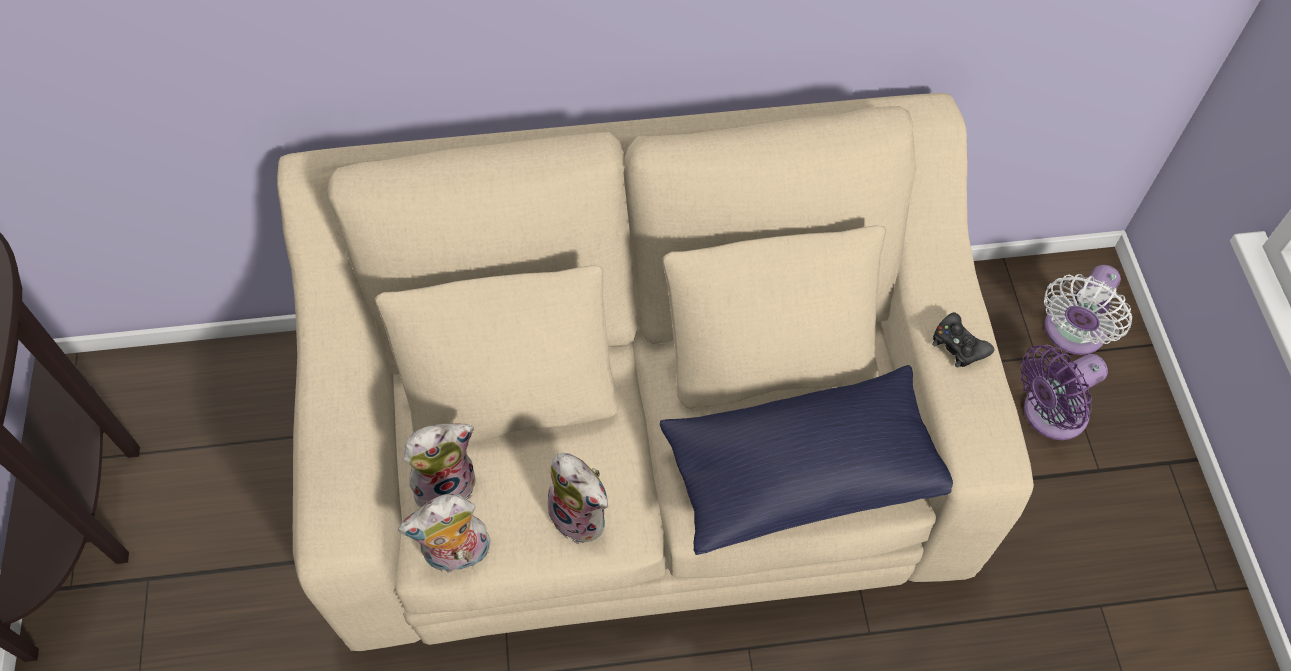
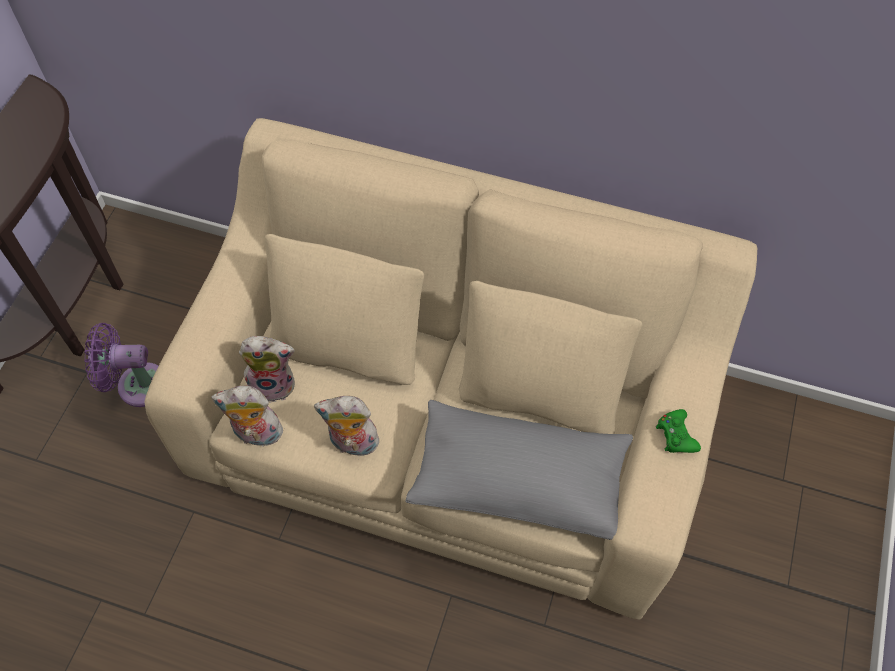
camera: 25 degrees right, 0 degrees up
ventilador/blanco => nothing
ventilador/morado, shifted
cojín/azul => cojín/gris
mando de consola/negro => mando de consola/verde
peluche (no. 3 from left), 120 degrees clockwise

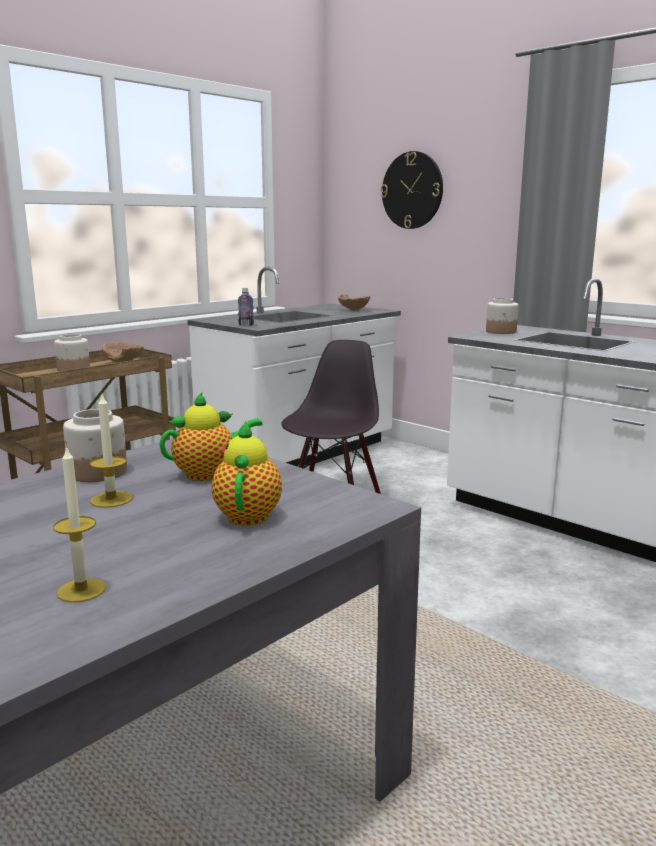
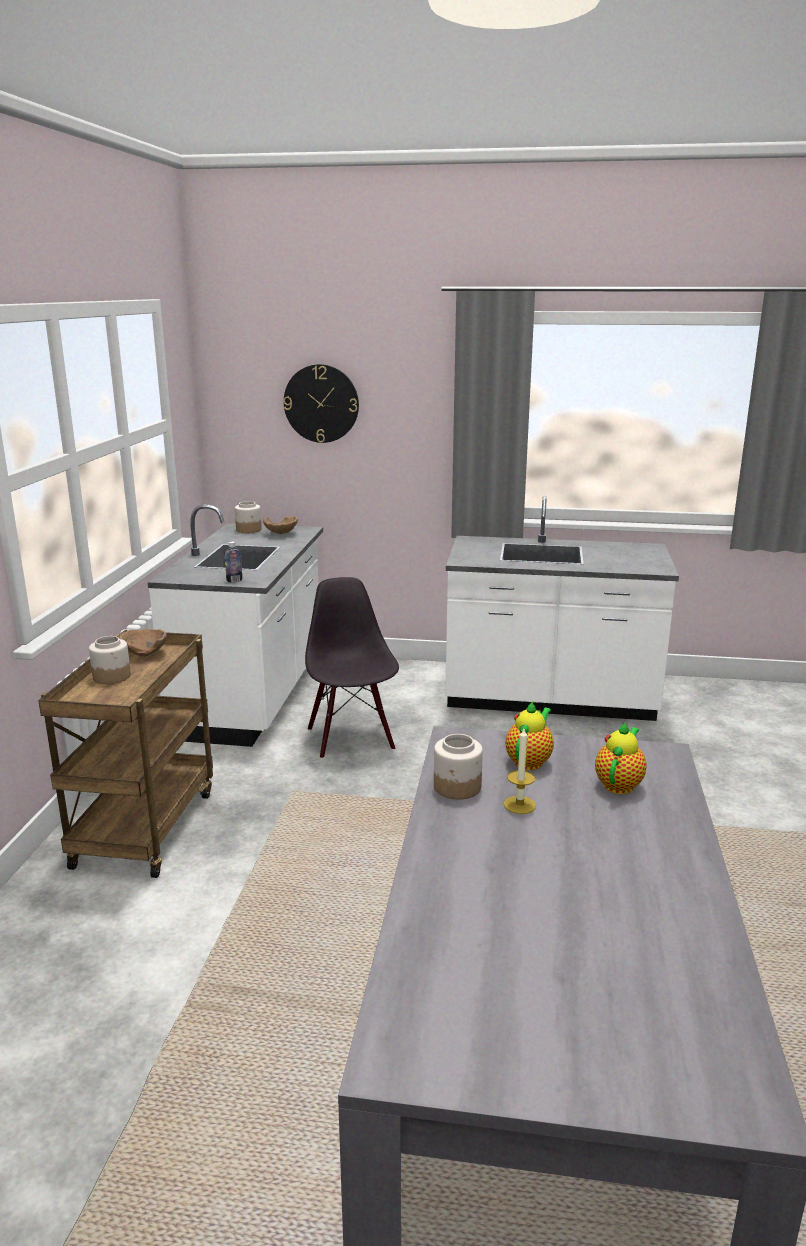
camera: 35 degrees left, 5 degrees up
vela (no. 1 from left) => nothing
tarro (no. 3 from left in the first image) => tarro (no. 2 from left), shifted
tetera (no. 2 from left), 60 degrees clockwise

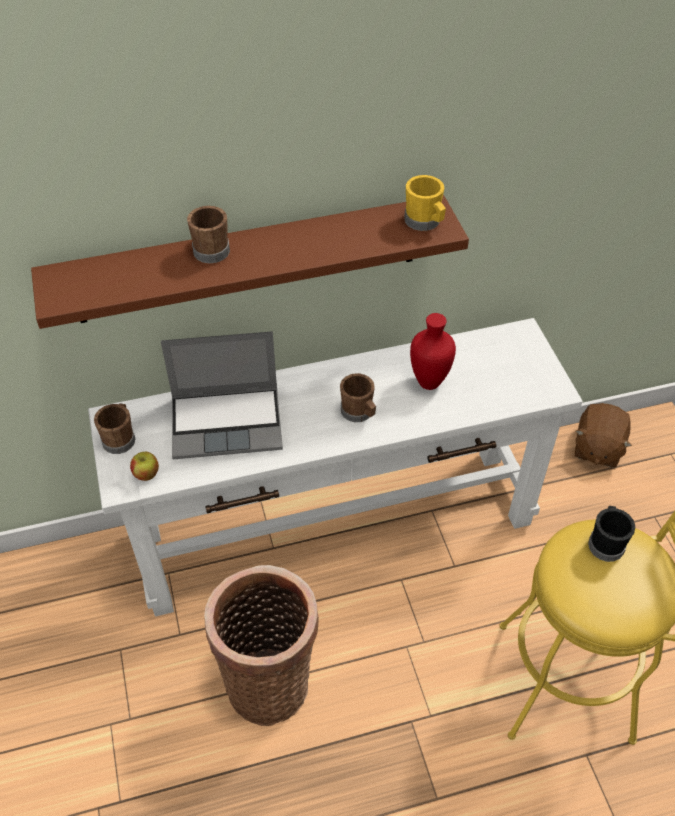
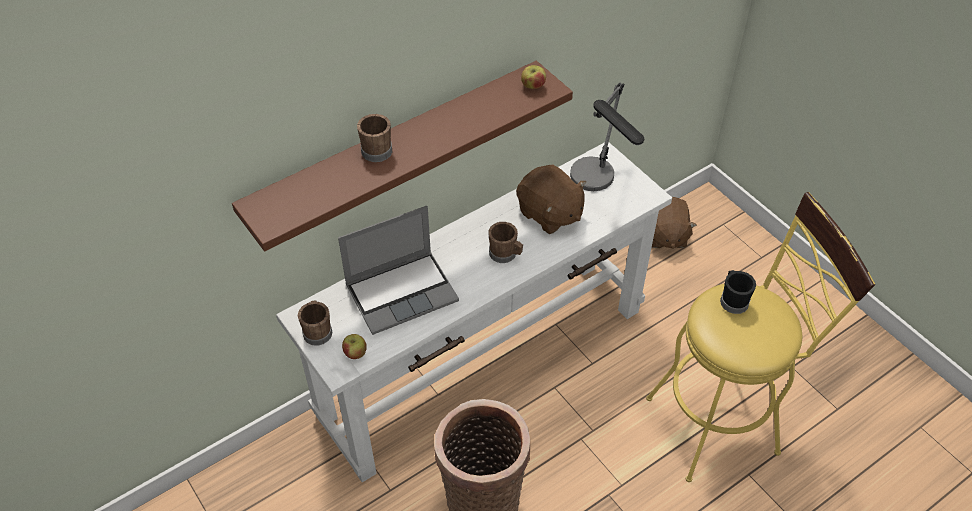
camera: 20 degrees left, 0 degrees up
nothing => lámpara de mesa
taza grande/amarillo => manzana (no. 2 from left)
florero/rojo => peluche/marrón (no. 1 from left)

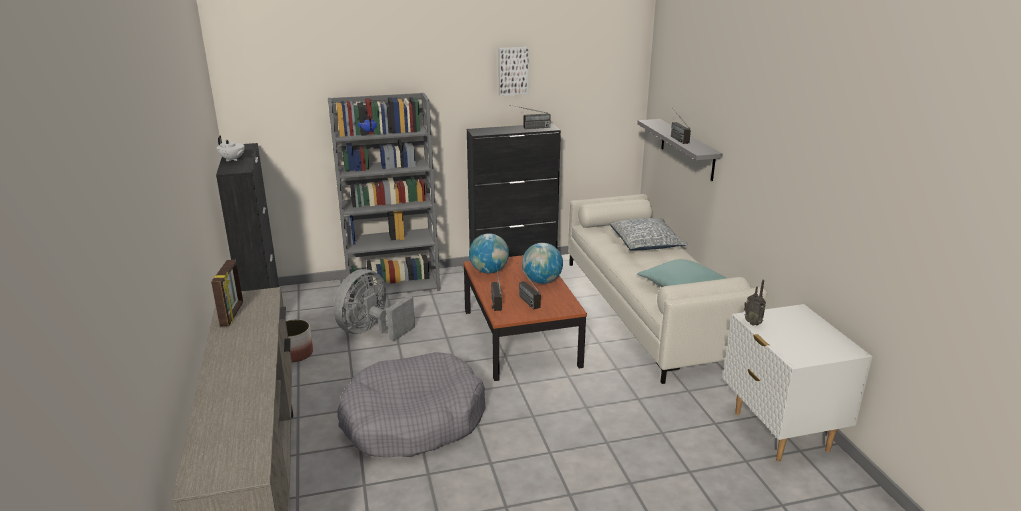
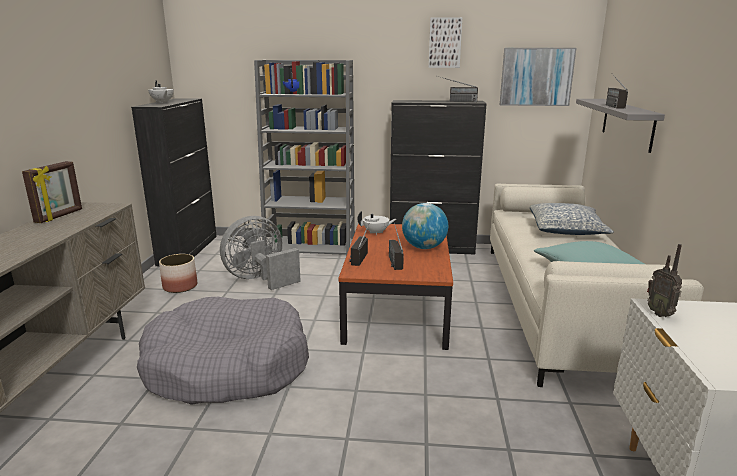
camera: 20 degrees right, 5 degrees down
nothing => cuadro (no. 2 from left)
globo terráqueo (no. 1 from left) => tetera/blanco (no. 2 from left)

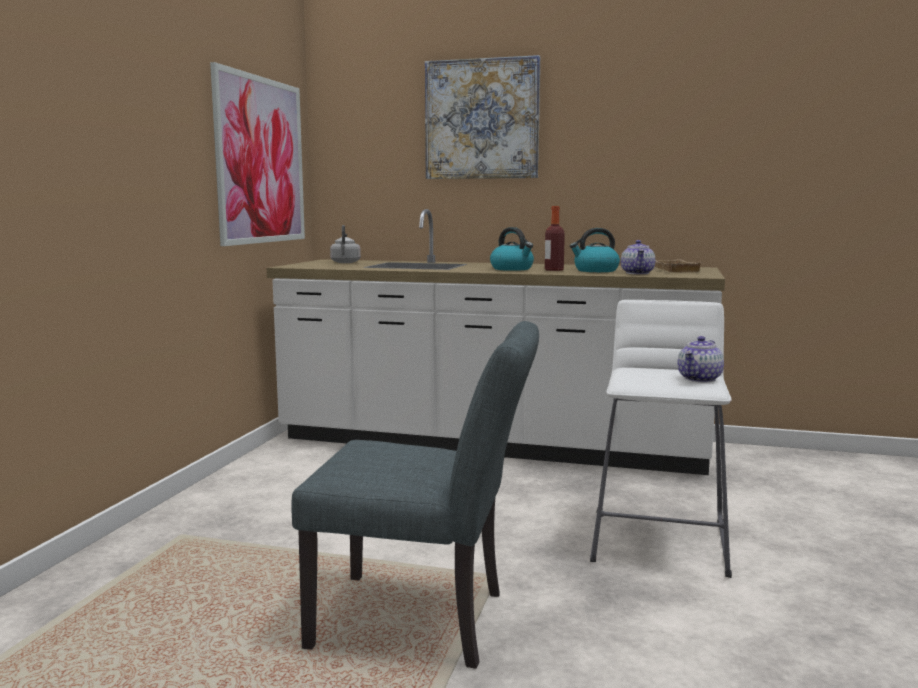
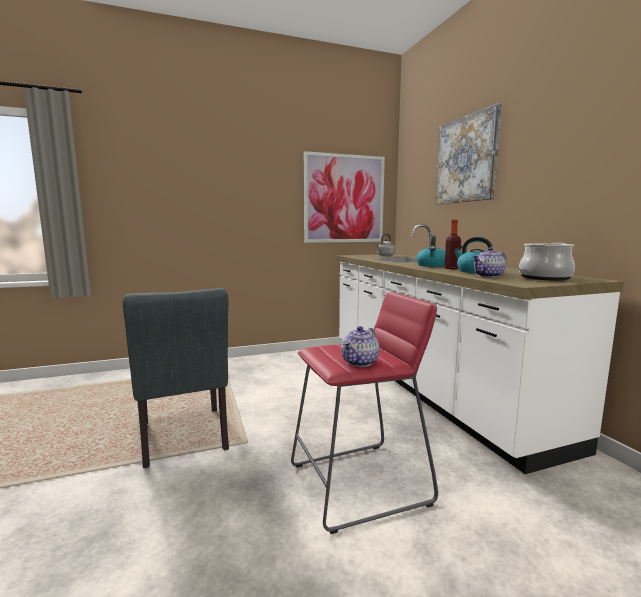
camera: 55 degrees right, 0 degrees up
bandeja/beis => olla
taburete/blanco => taburete/rojo
tetera (no. 2 from left in the first image) => tetera (no. 1 from left), 60 degrees counterclockwise

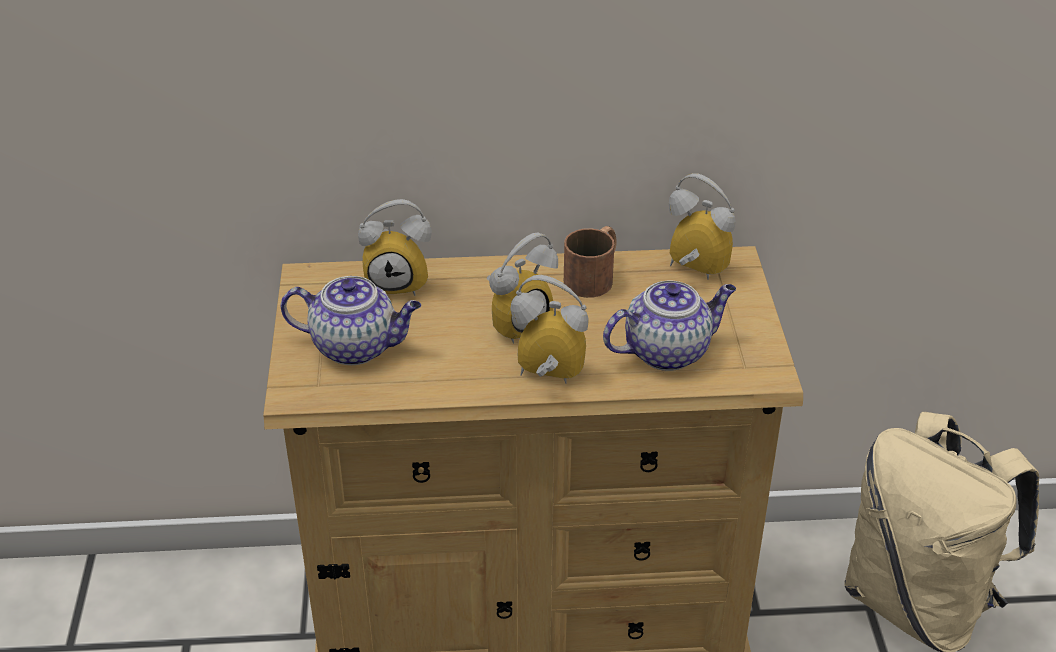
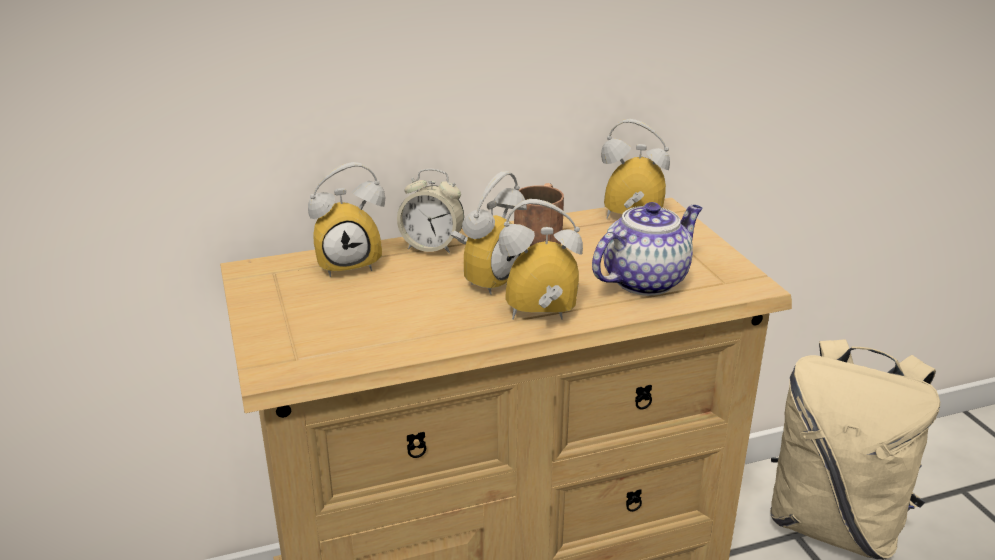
camera: 15 degrees left, 10 degrees down
tetera (no. 1 from left) => nothing
nothing => despertador (no. 2 from left)

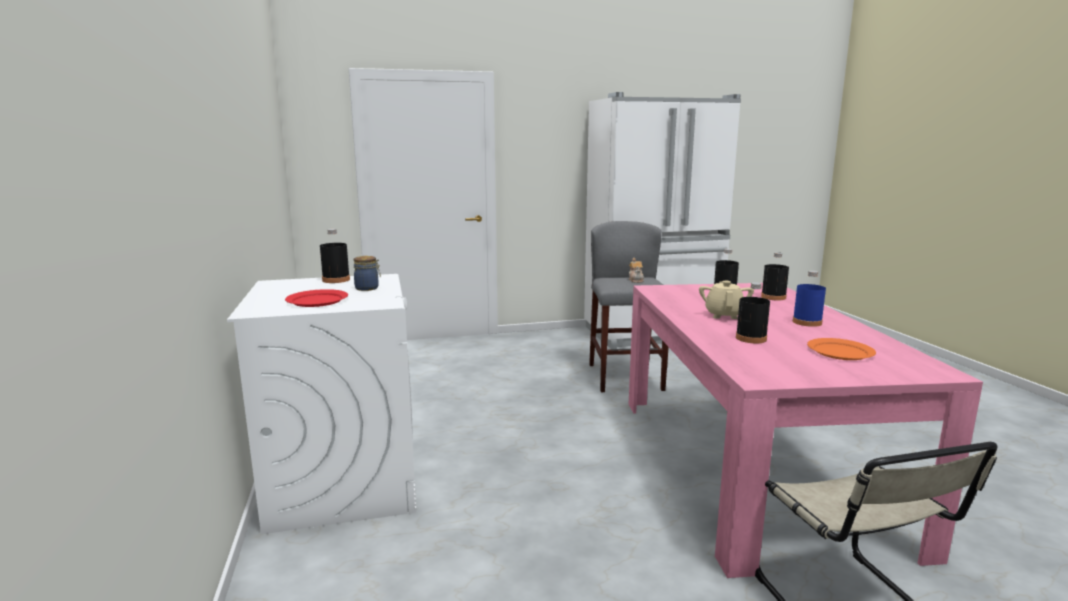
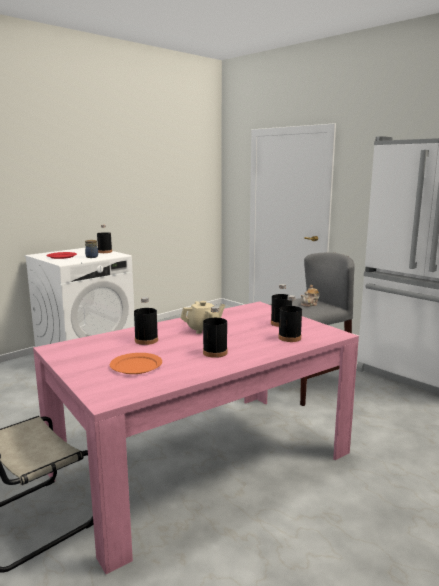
camera: 60 degrees right, 0 degrees up
botella/azul => botella/negro (no. 3 from left)

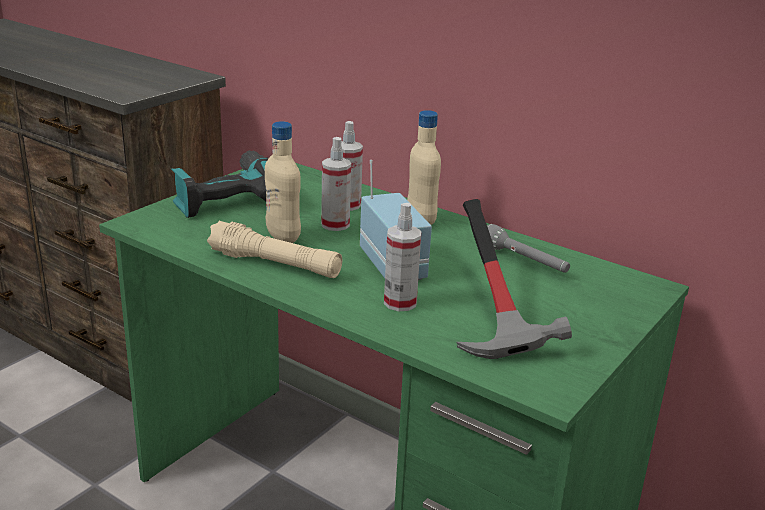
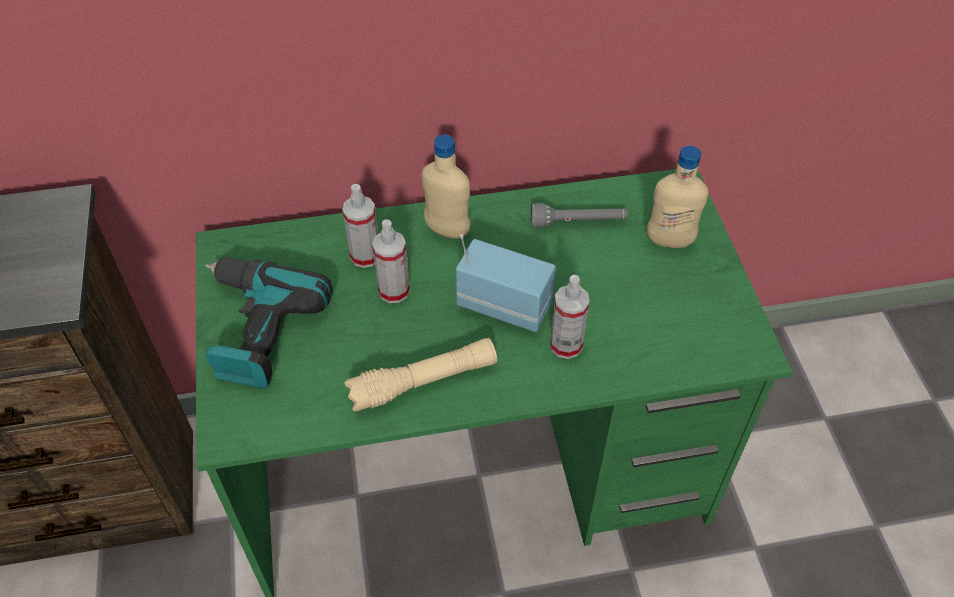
camera: 45 degrees left, 25 degrees up
martillo => nothing
botella/beis (no. 1 from left in the first image) => botella/beis (no. 2 from left), shifted

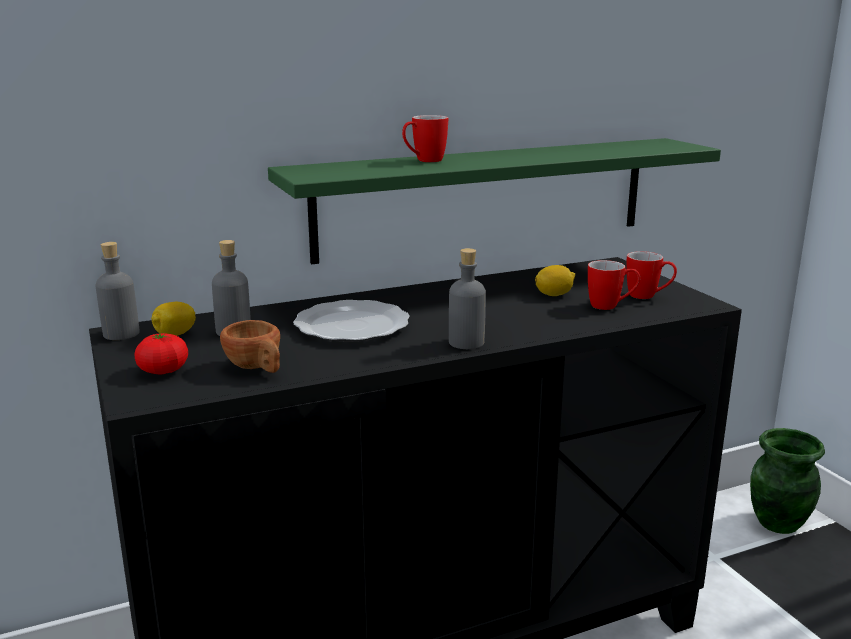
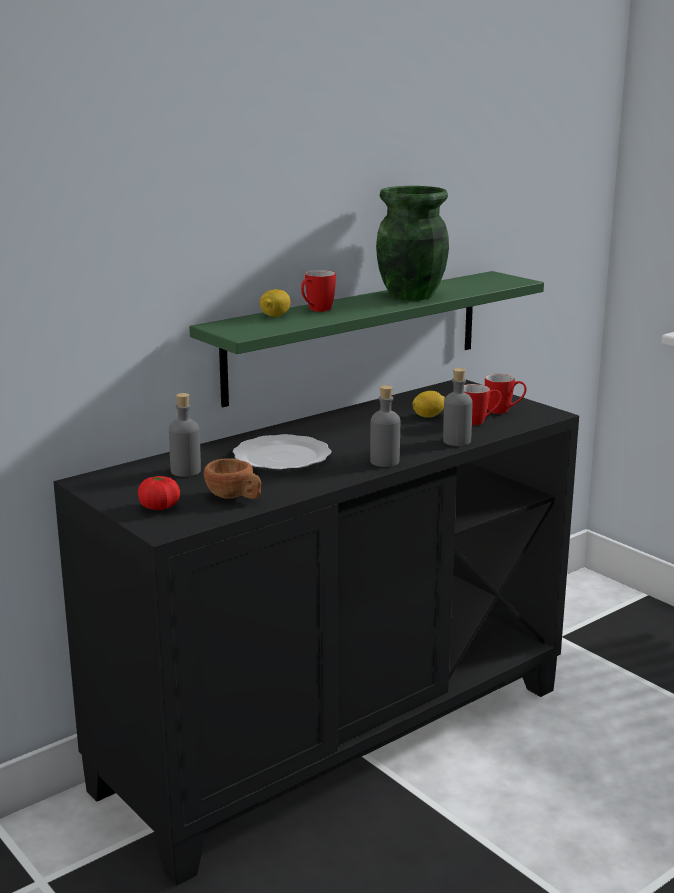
camera: 15 degrees left, 0 degrees up
botella/gris (no. 1 from left in the first image) => botella/gris (no. 3 from left), shifted
limón (no. 1 from left), shifted
florero/verde, shifted

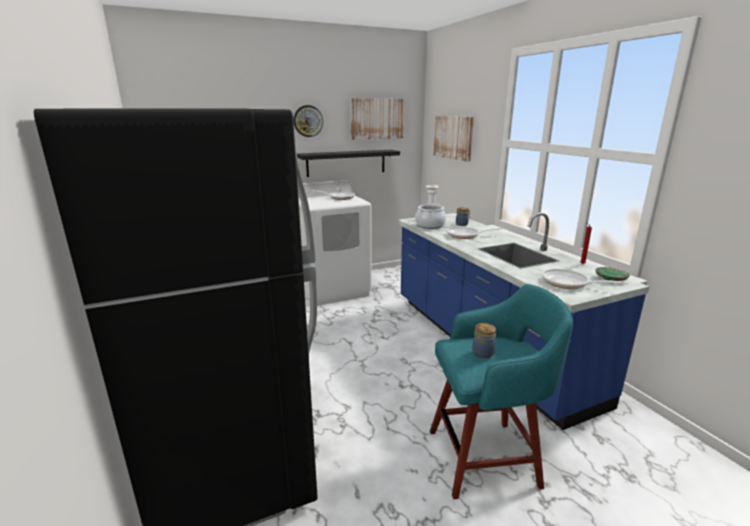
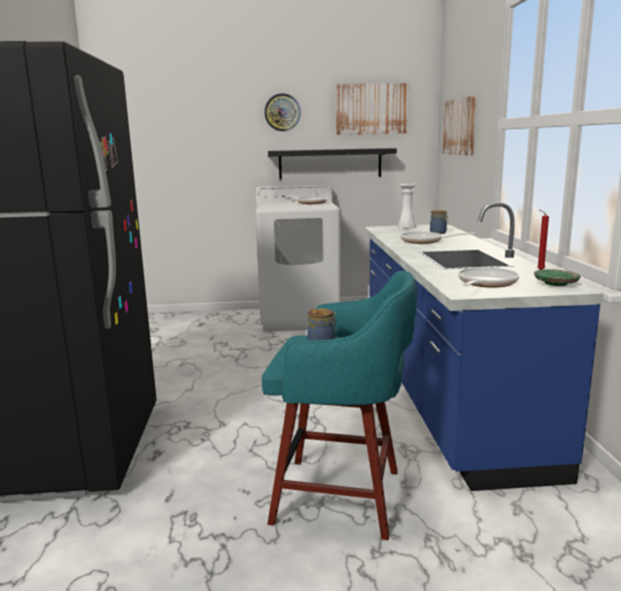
camera: 20 degrees right, 5 degrees down
olla => nothing
sartén (no. 3 from left), 75 degrees clockwise

